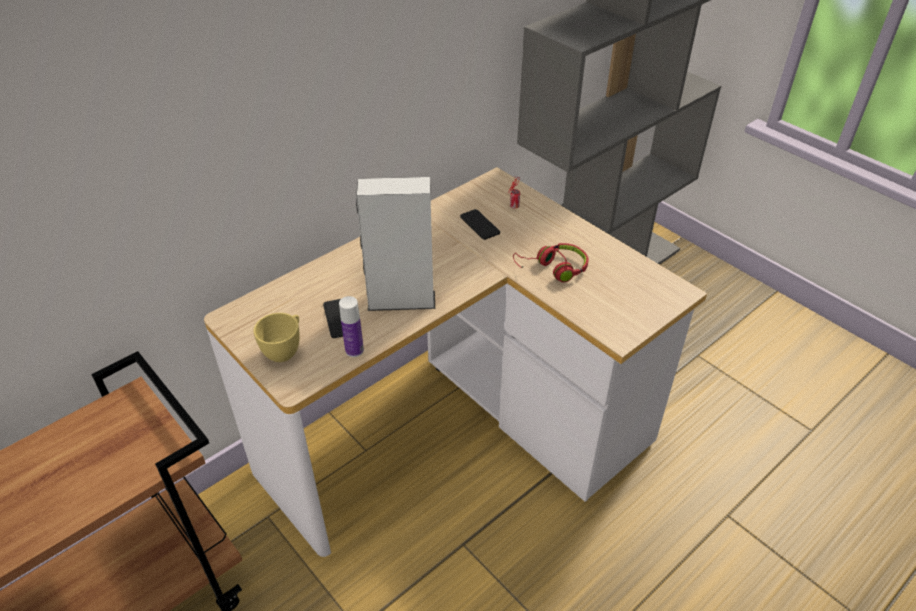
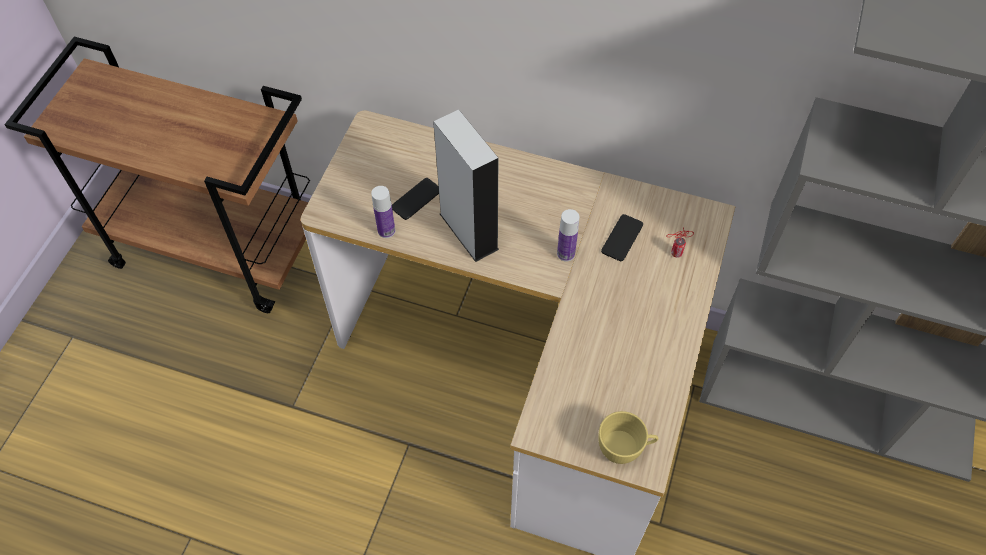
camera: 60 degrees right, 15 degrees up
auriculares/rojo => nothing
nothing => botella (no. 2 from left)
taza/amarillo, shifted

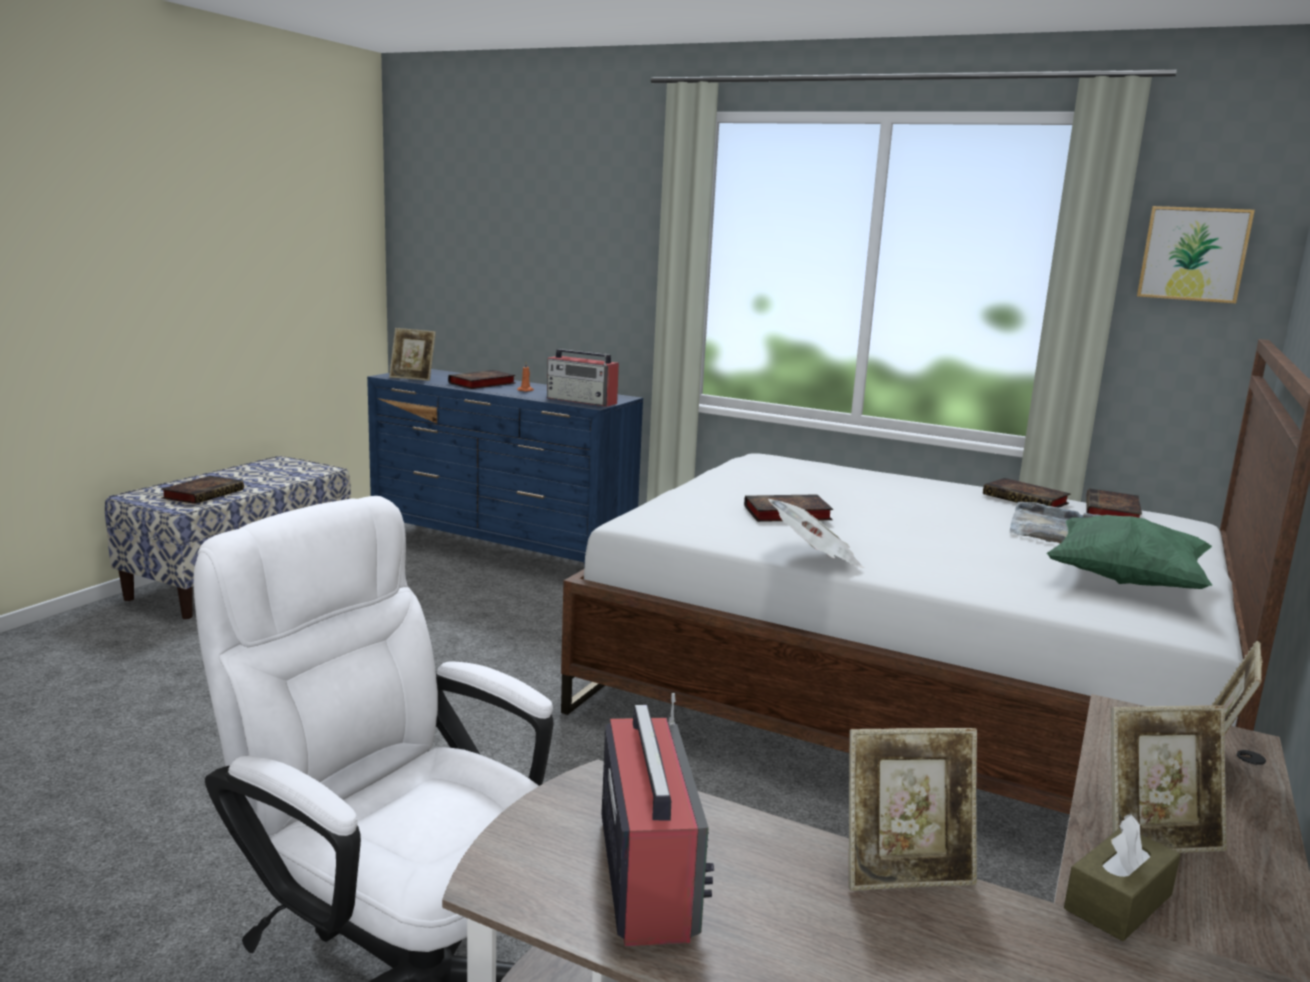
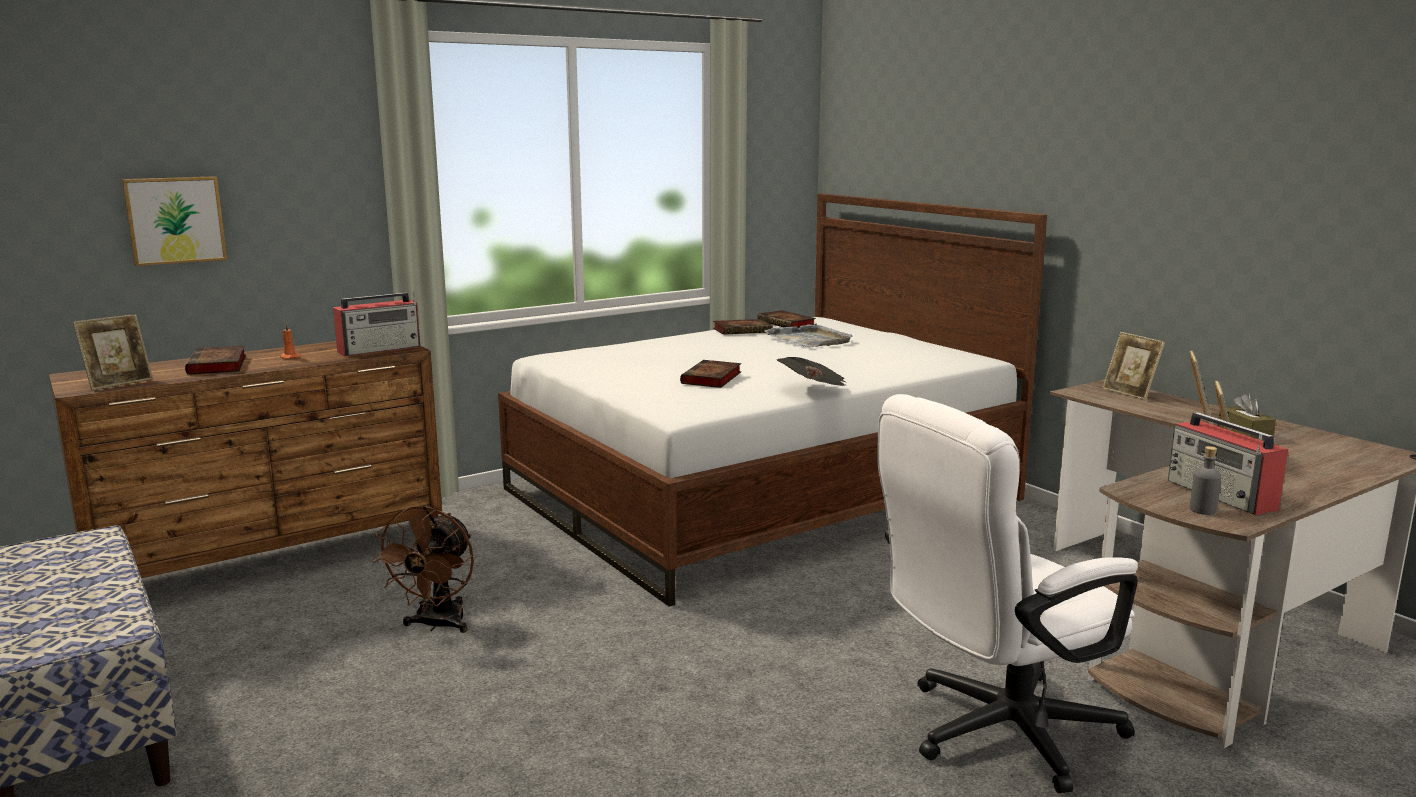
camera: 60 degrees left, 0 degrees up
libro (no. 1 from left) => nothing
cojín/verde => nothing
nothing => ventilador/marrón
nothing => botella/gris
cuadro, shifted
cómoda/azul => cómoda/marrón
radio (no. 2 from left), 135 degrees counterclockwise

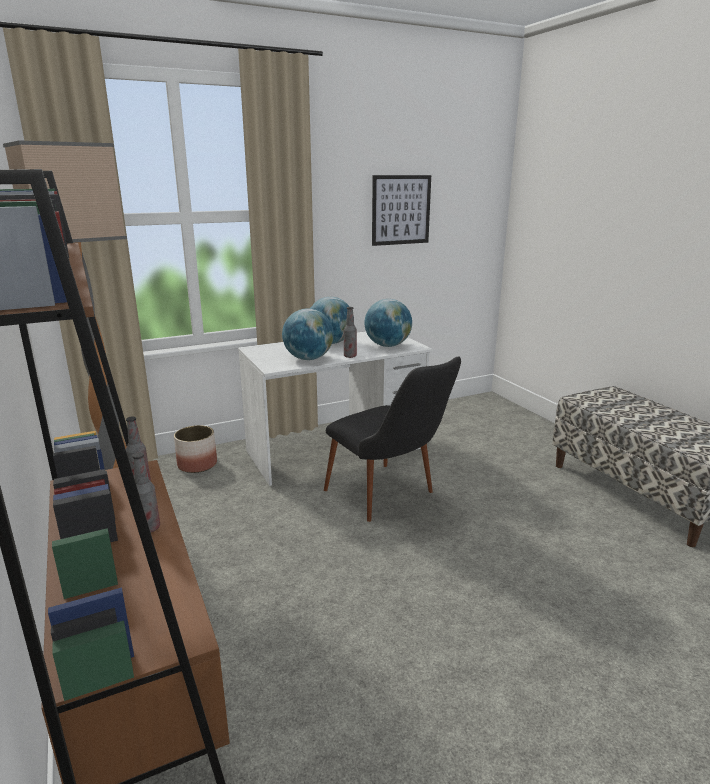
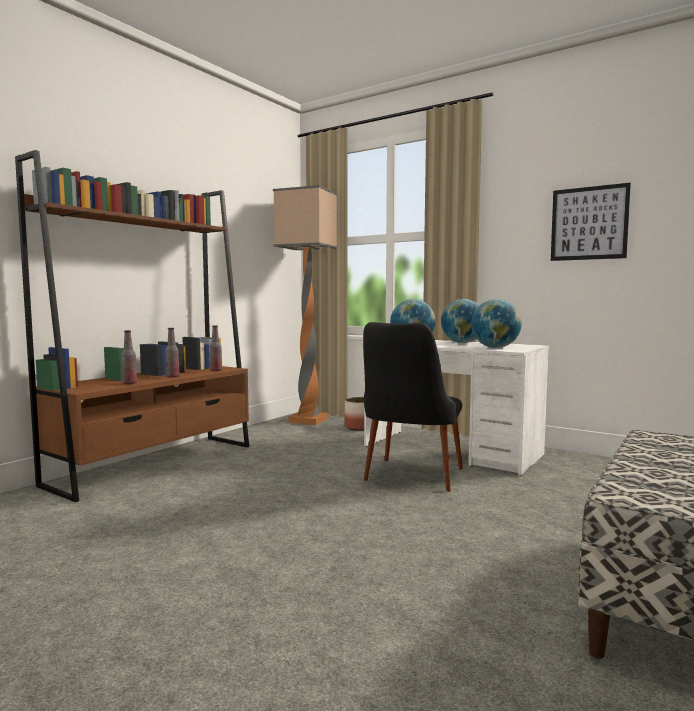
camera: 60 degrees right, 15 degrees down
botella (no. 3 from left in the first image) => botella (no. 1 from left), shifted

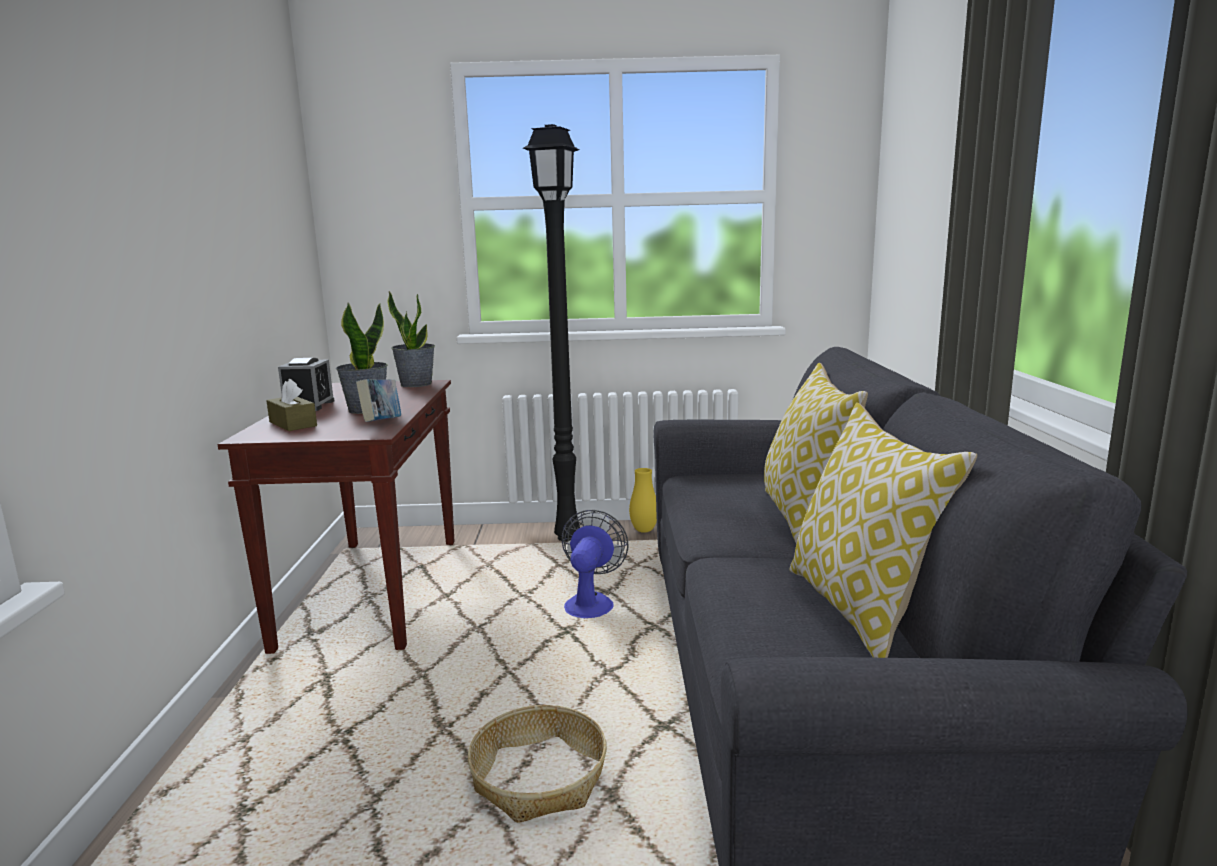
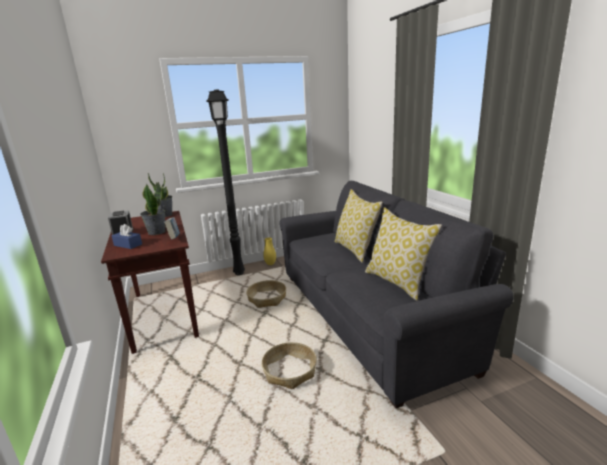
camera: 20 degrees left, 5 degrees up
ventilador => cesta (no. 1 from left)
caja de pañuelos/marrón => caja de pañuelos/azul

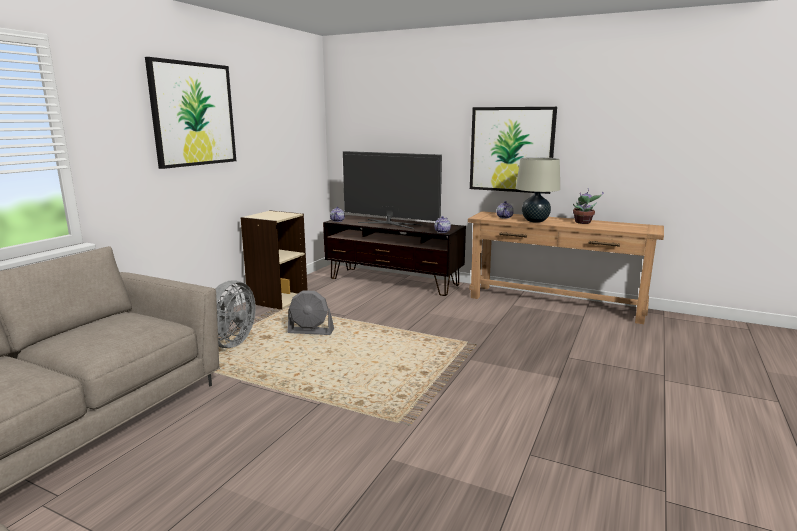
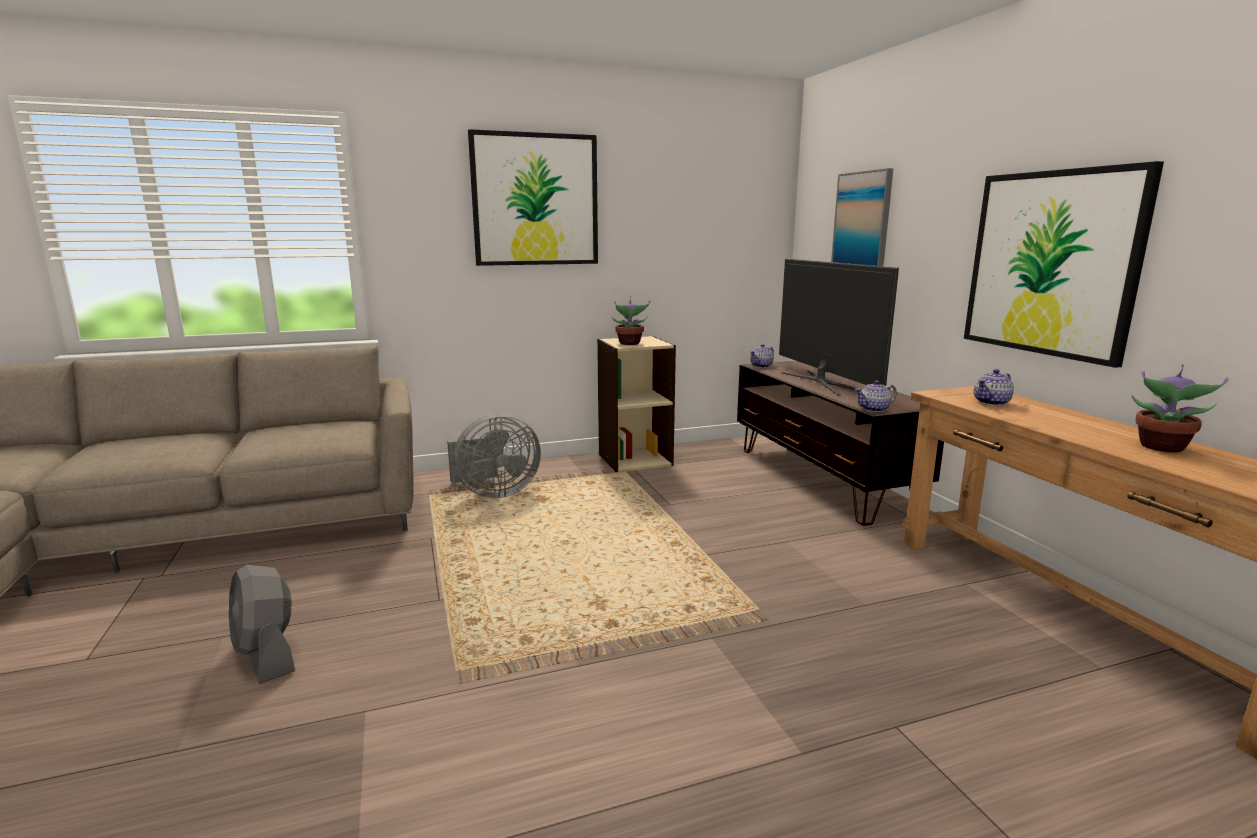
camera: 45 degrees right, 0 degrees up
lámpara de mesa/beis => nothing
nothing => planta en maceta (no. 1 from left)
nothing => cuadro (no. 2 from left)
ventilador/gris (no. 2 from left in the first image) => ventilador/gris (no. 1 from left), shifted

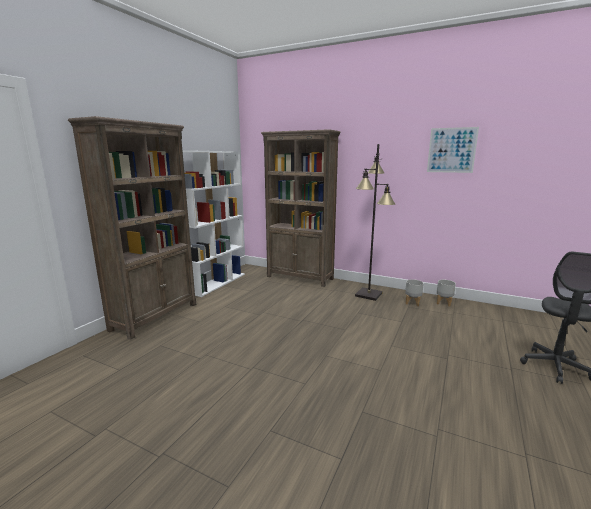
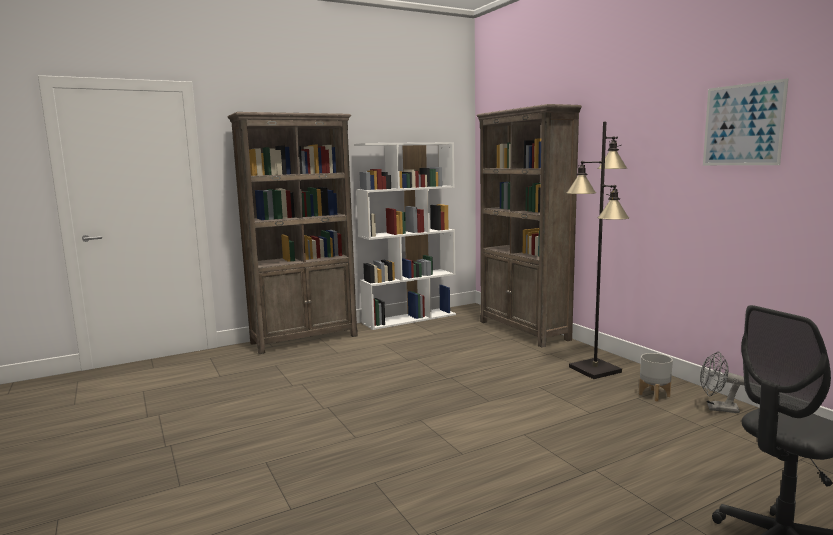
camera: 35 degrees right, 5 degrees down
maceta/gris (no. 2 from left) => ventilador/gris

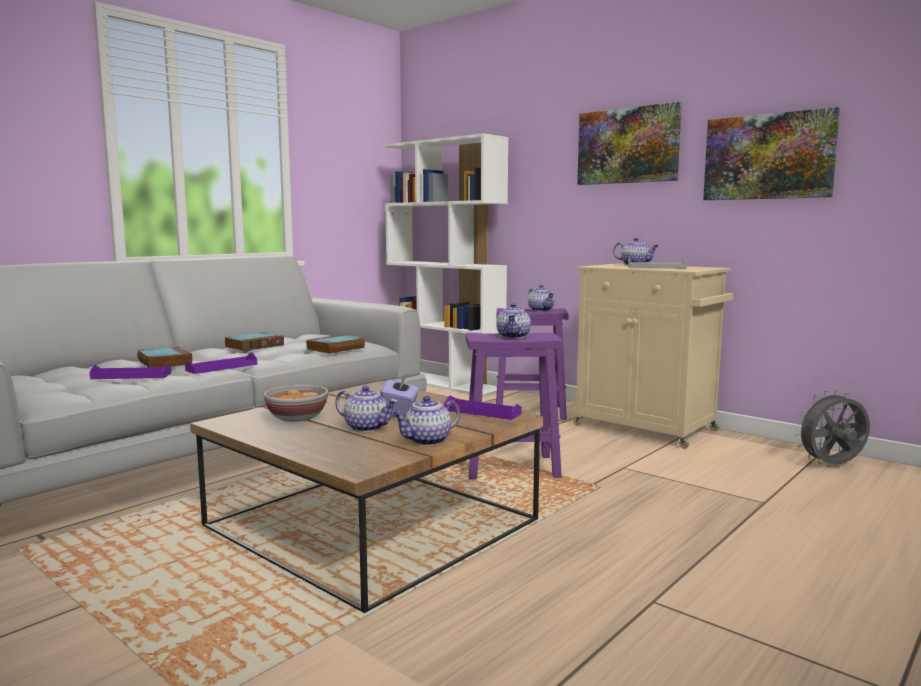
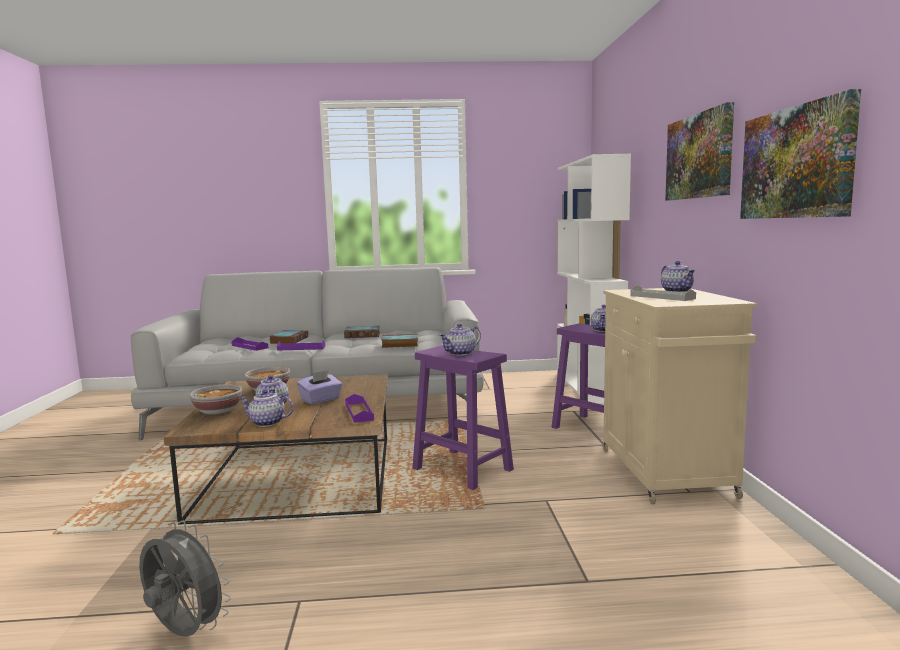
camera: 45 degrees right, 0 degrees up
nothing => cuenco (no. 1 from left)
ventilador/gris, shifted

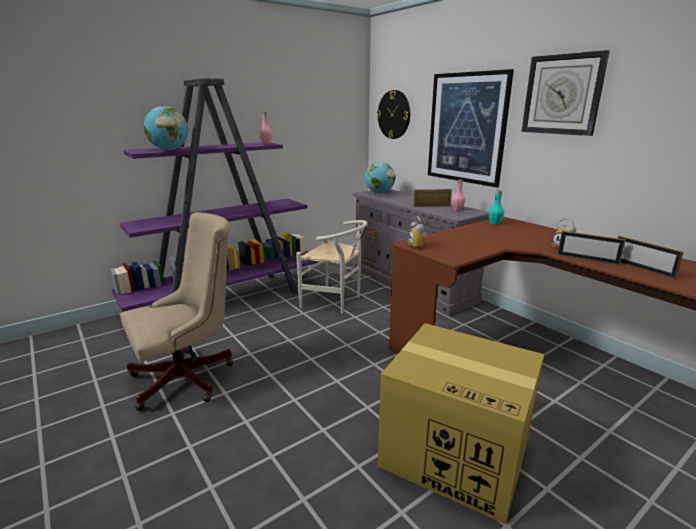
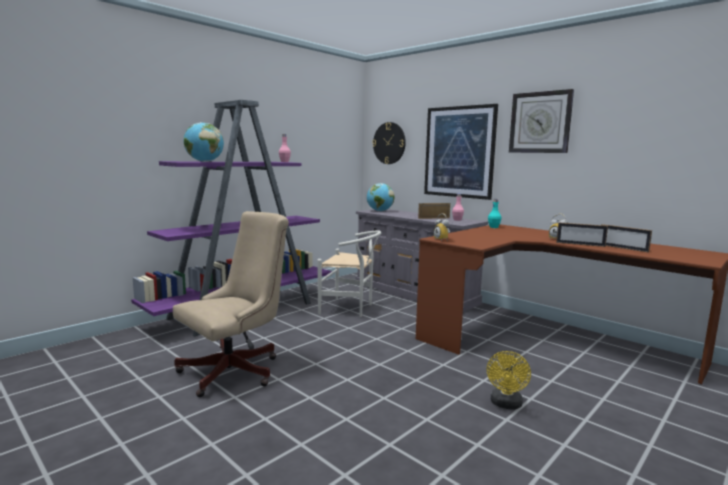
camera: 10 degrees left, 10 degrees down
caja de cartón => ventilador/amarillo

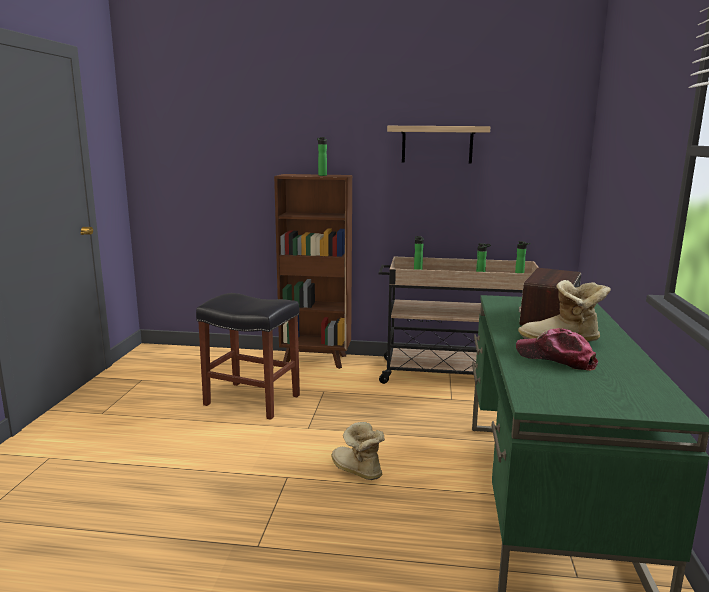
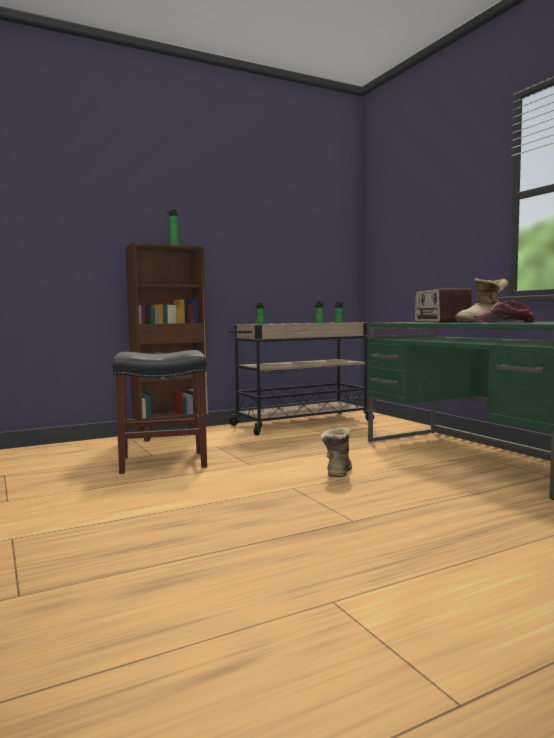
camera: 35 degrees left, 10 degrees down
estante => nothing
bota (no. 1 from left), 90 degrees clockwise

